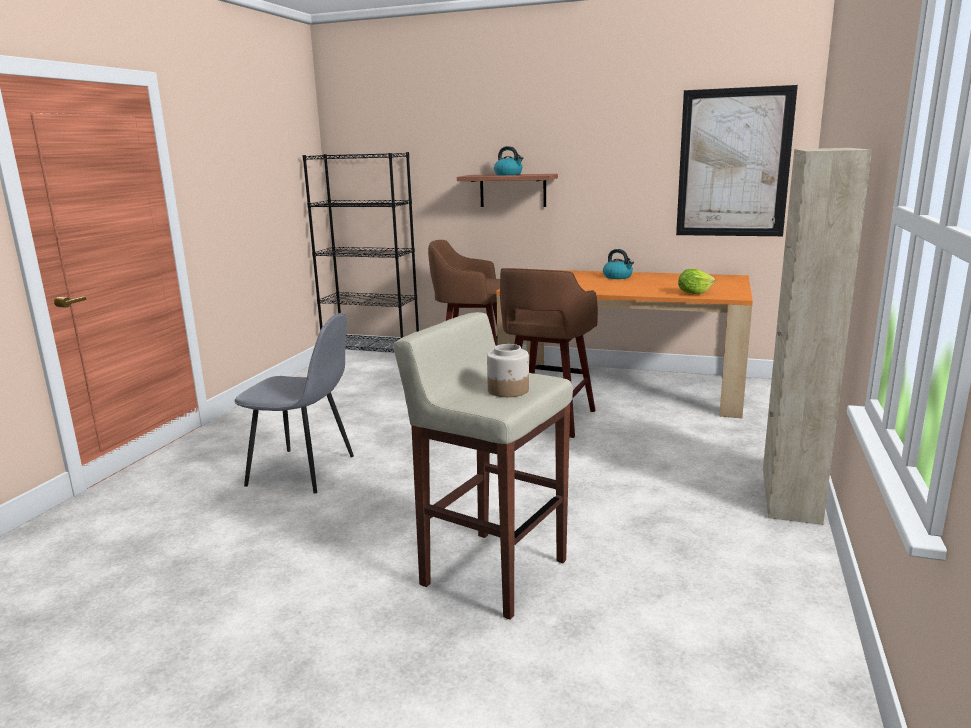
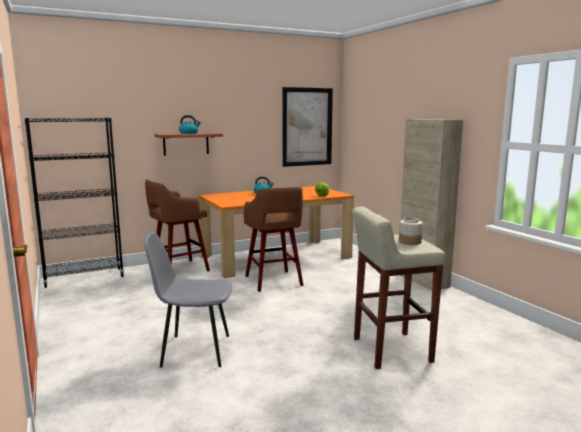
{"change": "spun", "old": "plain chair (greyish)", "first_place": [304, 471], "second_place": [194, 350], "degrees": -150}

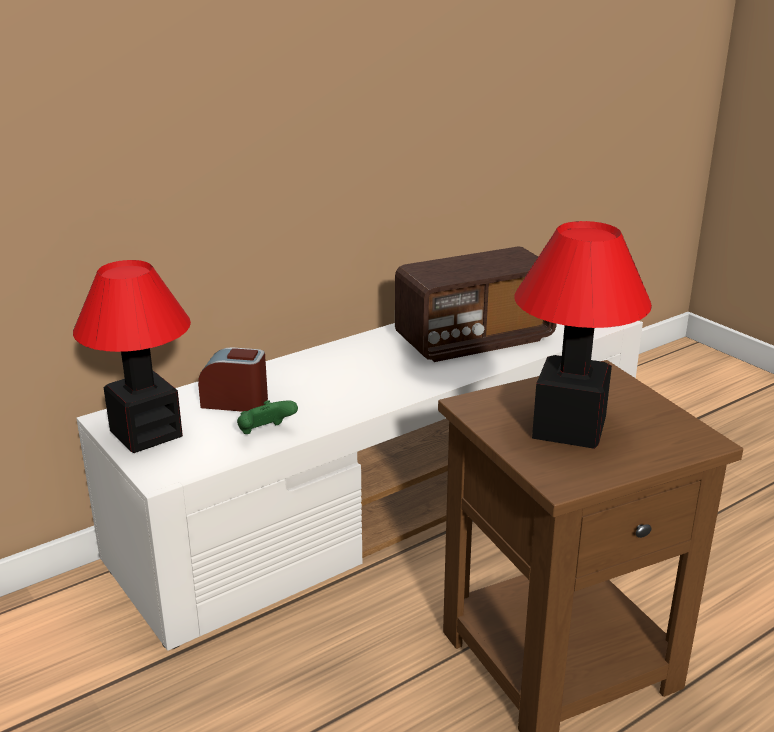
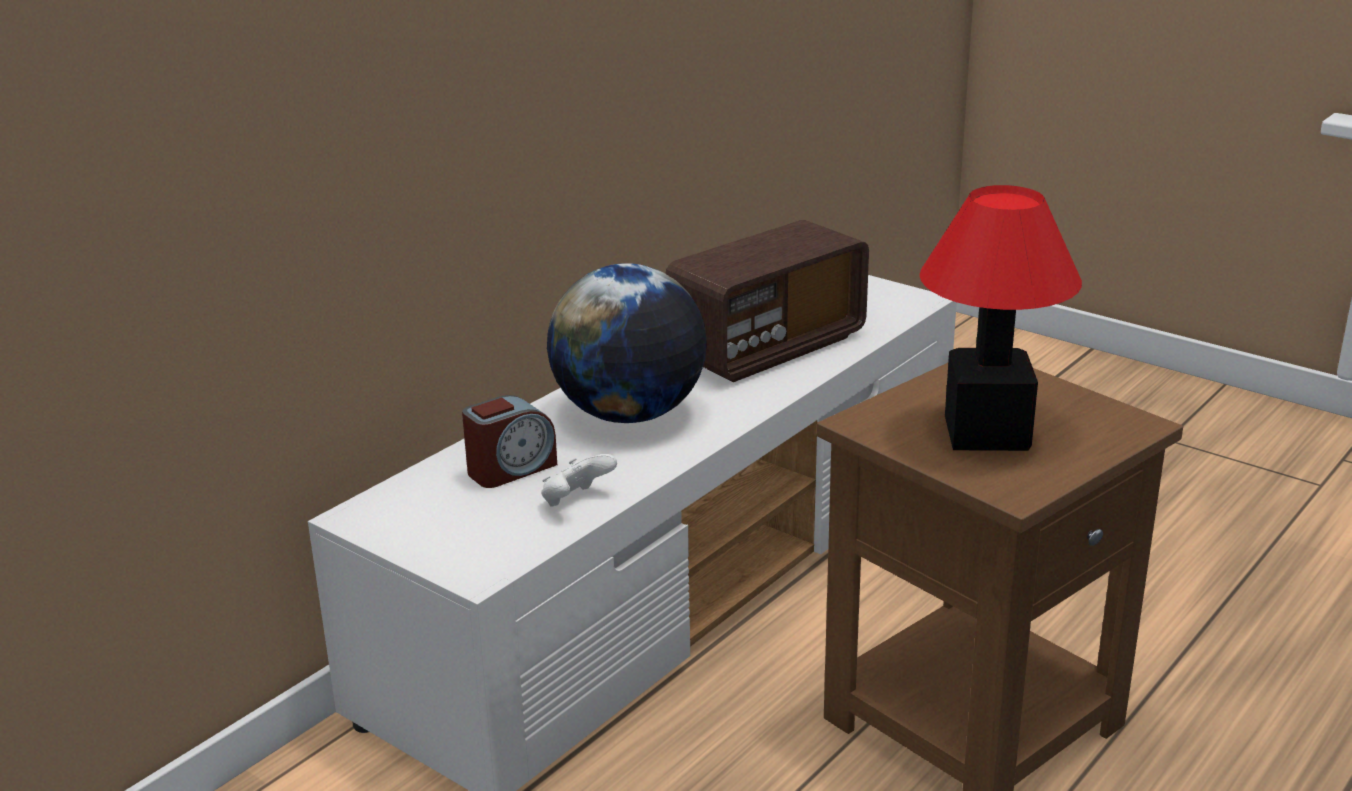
{"change": "spun", "old": "table clock", "first_place": [235, 402], "second_place": [511, 469], "degrees": 150}
{"change": "colour", "old": "gamepad (green)", "new": "gamepad (white-coloured)", "first_place": [265, 433], "second_place": [576, 501]}
{"change": "appeared", "new": "desk globe", "second_place": [629, 414]}
{"change": "missing", "old": "table lamp", "first_place": [145, 435]}

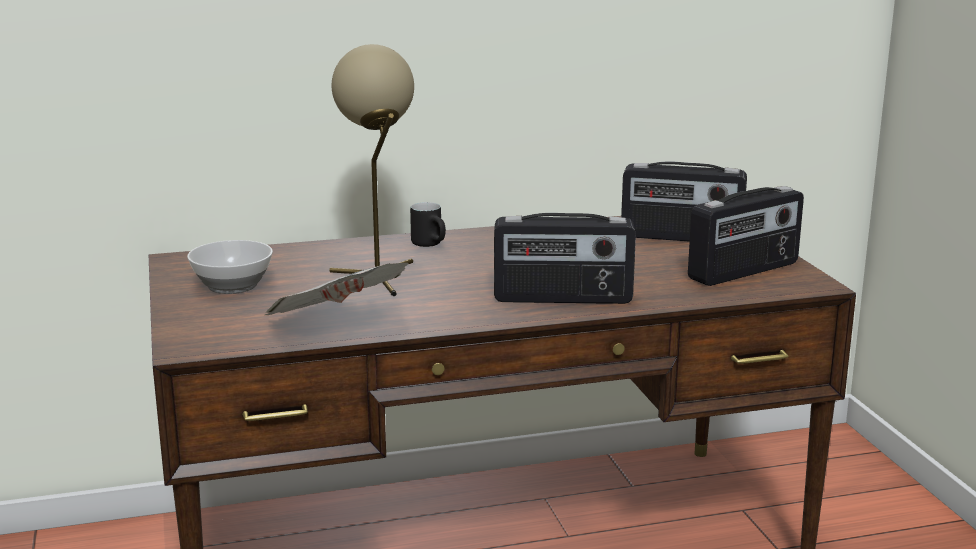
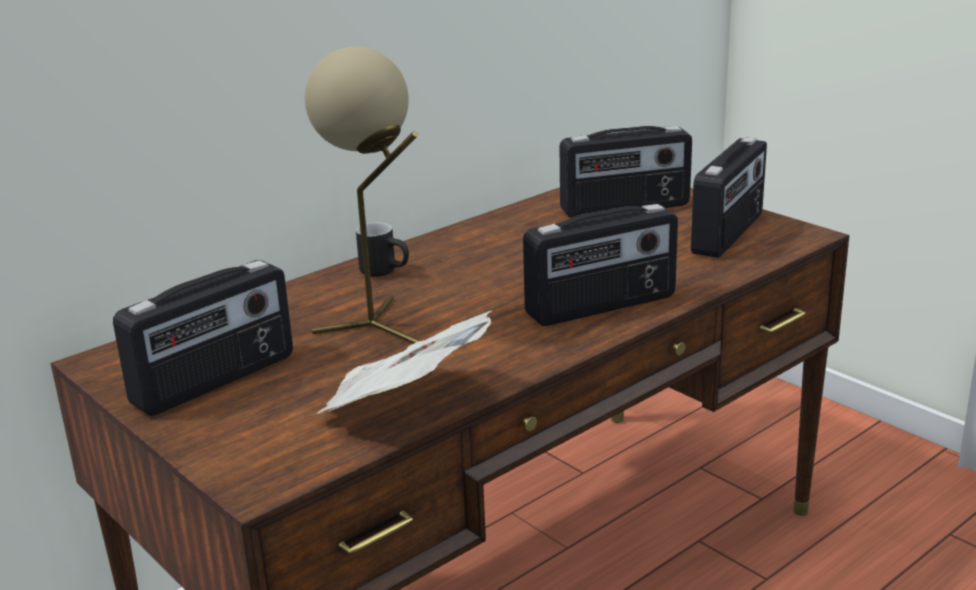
{"change": "exchanged", "old": "deep dish", "new": "radio set", "first_place": [233, 285], "second_place": [215, 381]}

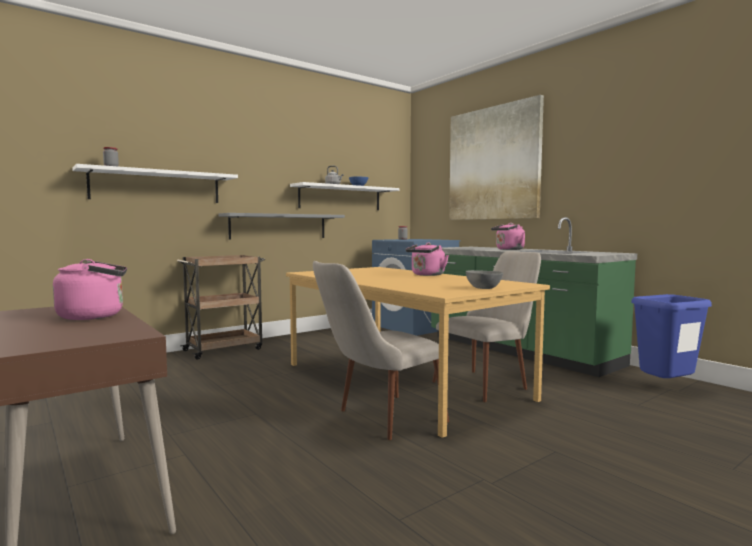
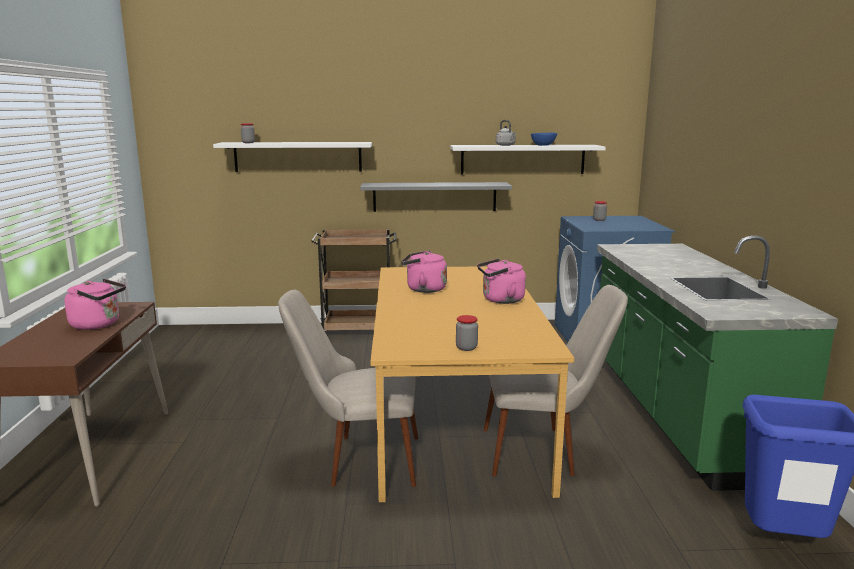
{"change": "relocated", "old": "kettle (pinkish)", "first_place": [508, 249], "second_place": [423, 289]}
{"change": "exchanged", "old": "deep dish (greyish)", "new": "preserve jar", "first_place": [482, 288], "second_place": [466, 348]}
{"change": "missing", "old": "wall picture", "first_place": [493, 163]}

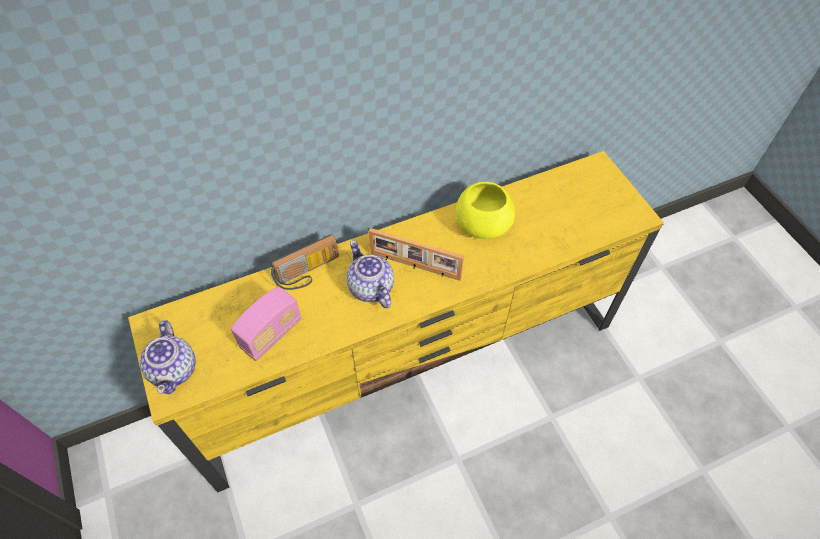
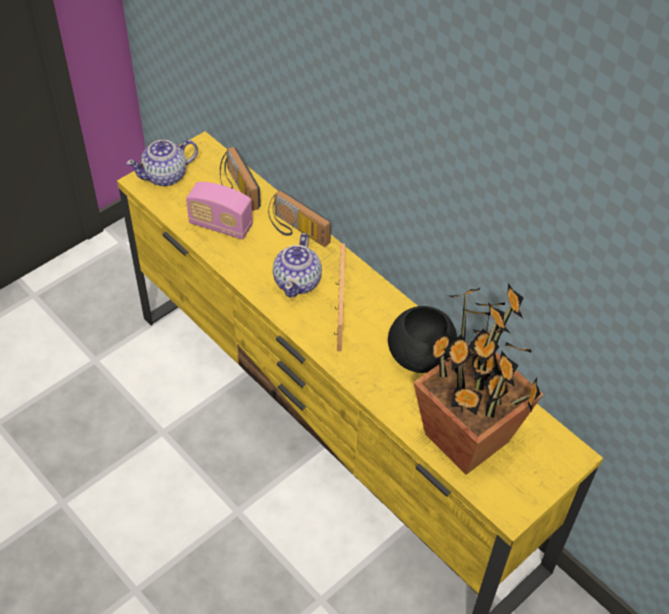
{"change": "appeared", "new": "radio set", "second_place": [237, 189]}
{"change": "spun", "old": "tea pot", "first_place": [370, 288], "second_place": [298, 281], "degrees": 150}
{"change": "colour", "old": "deep dish (yellow)", "new": "deep dish (blackish)", "first_place": [482, 224], "second_place": [421, 354]}
{"change": "appeared", "new": "houseplant", "second_place": [466, 439]}

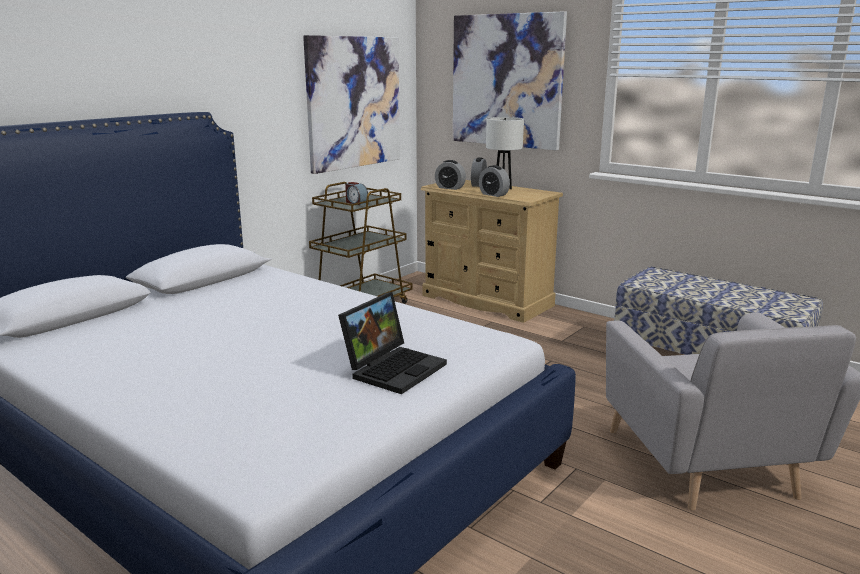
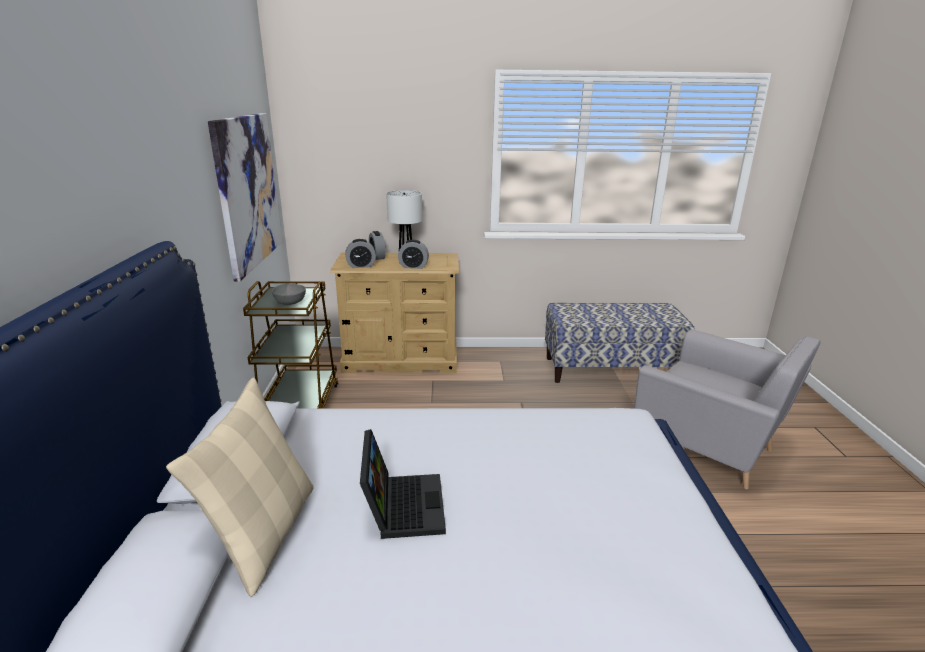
{"change": "appeared", "new": "cushion (sand-coloured)", "second_place": [264, 534]}
{"change": "exchanged", "old": "table clock", "new": "deep dish (greyish)", "first_place": [356, 202], "second_place": [291, 302]}
{"change": "relocated", "old": "notebook computer", "first_place": [394, 368], "second_place": [402, 505]}
{"change": "missing", "old": "wall picture", "first_place": [506, 81]}

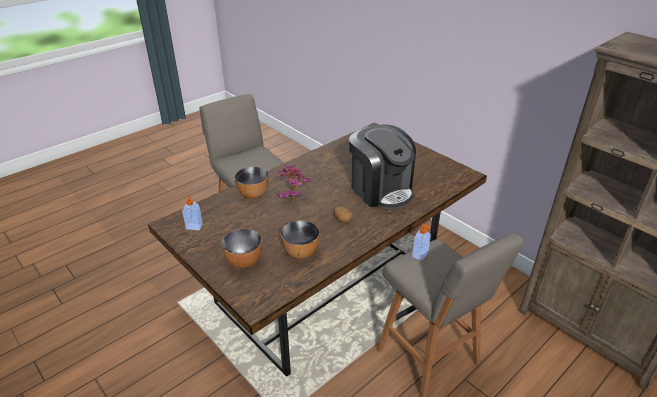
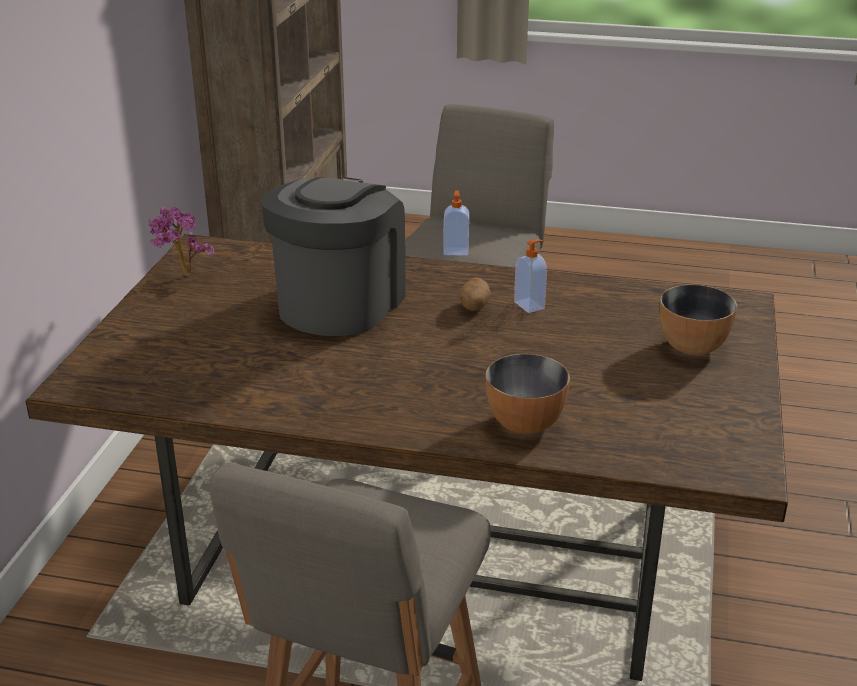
{"change": "relocated", "old": "houseplant", "first_place": [292, 200], "second_place": [182, 277]}
{"change": "relocated", "old": "liquid soap bottle", "first_place": [194, 227], "second_place": [530, 305]}
{"change": "missing", "old": "deep dish", "first_place": [301, 252]}

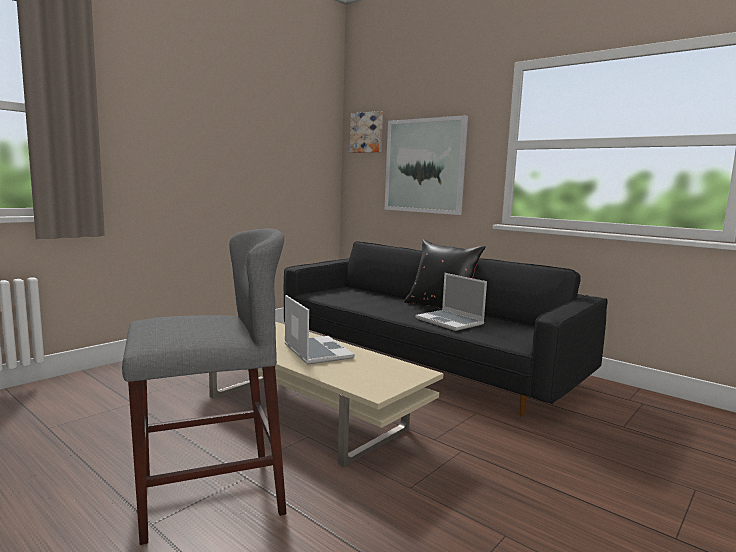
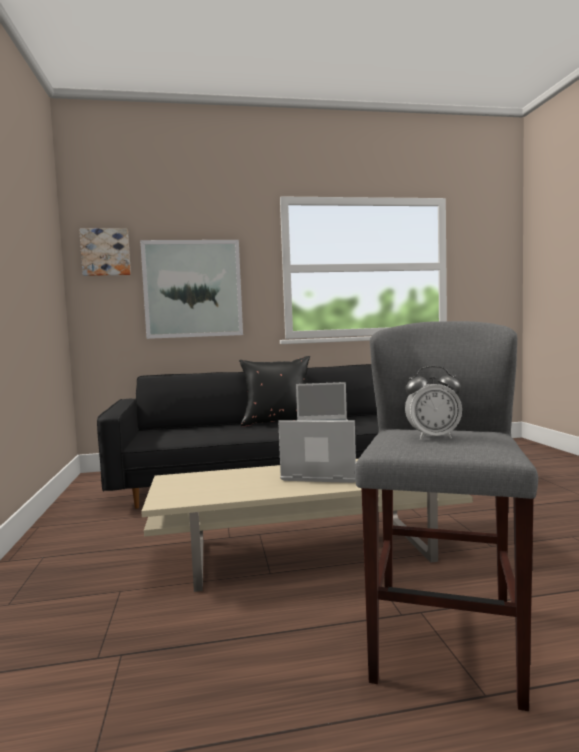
{"change": "appeared", "new": "table clock", "second_place": [433, 437]}

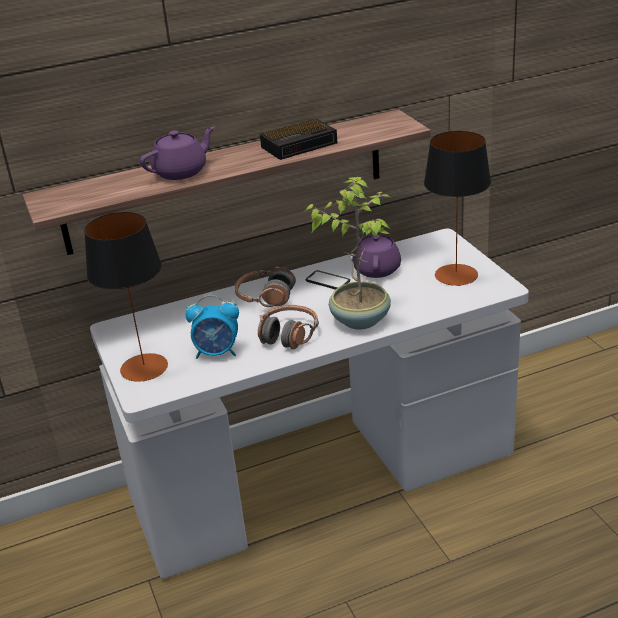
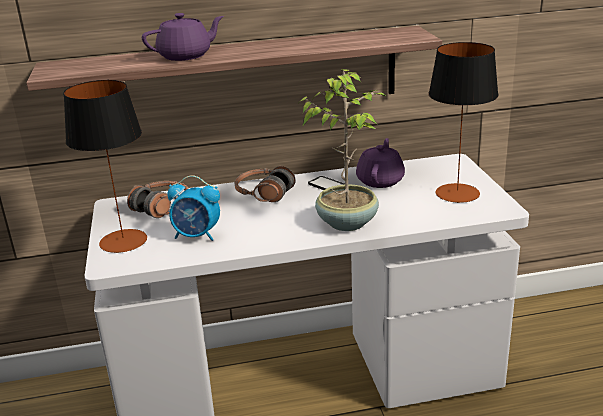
{"change": "relocated", "old": "pair of headphones", "first_place": [288, 335], "second_place": [161, 207]}
{"change": "missing", "old": "table clock", "first_place": [300, 144]}

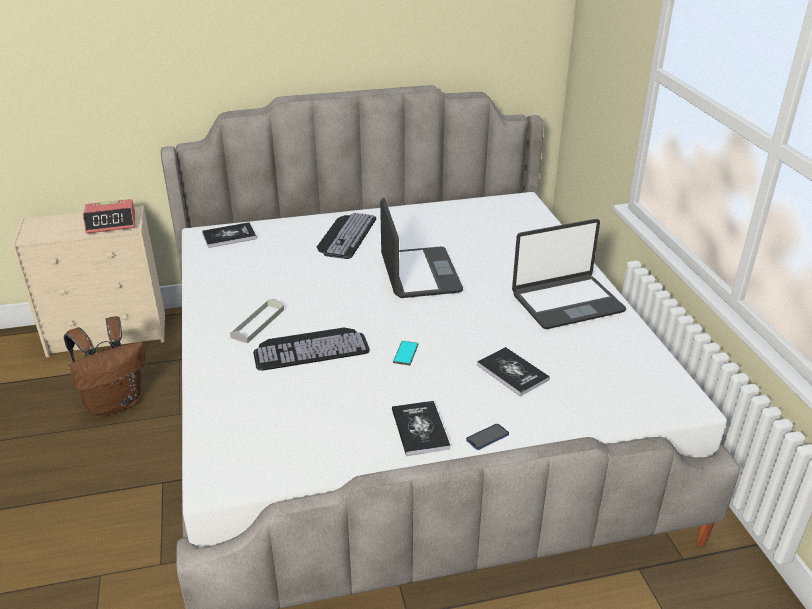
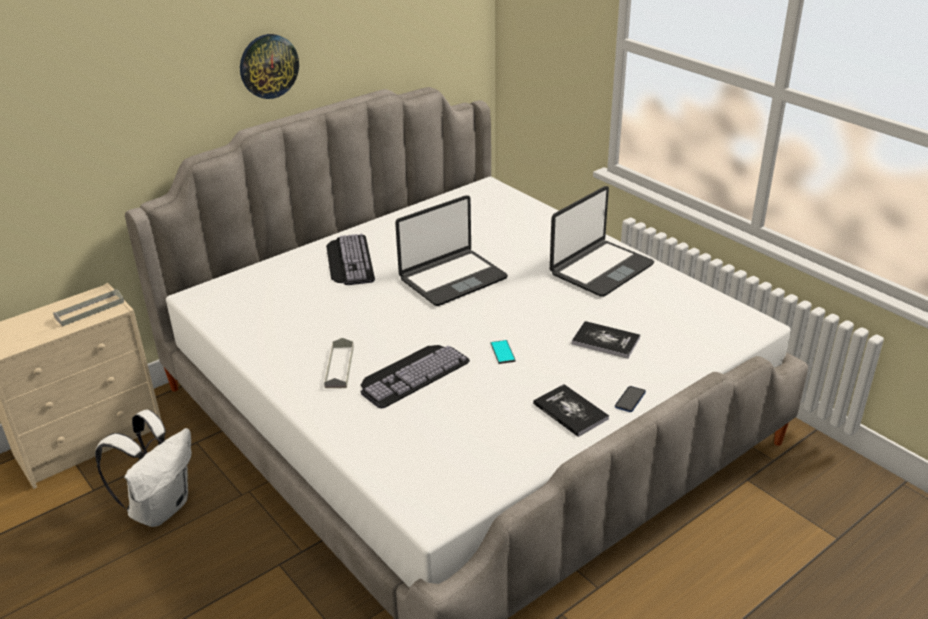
{"change": "exchanged", "old": "table clock", "new": "tray (greyish)", "first_place": [111, 223], "second_place": [89, 310]}
{"change": "colour", "old": "knapsack (brown)", "new": "knapsack (white-coloured)", "first_place": [115, 403], "second_place": [160, 507]}
{"change": "appeared", "new": "clock on the wall", "second_place": [268, 66]}
{"change": "spun", "old": "notebook computer", "first_place": [419, 274], "second_place": [452, 278], "degrees": 90}
{"change": "missing", "old": "bound book", "first_place": [229, 236]}

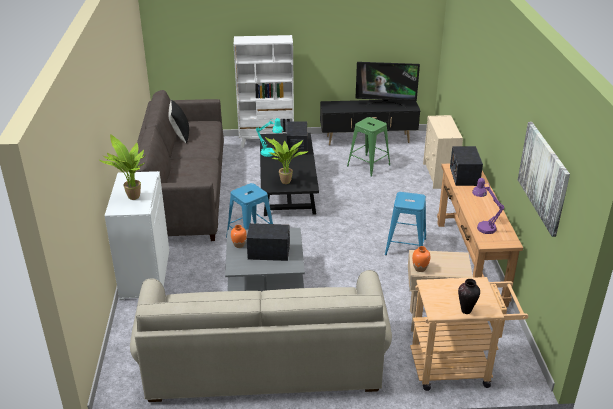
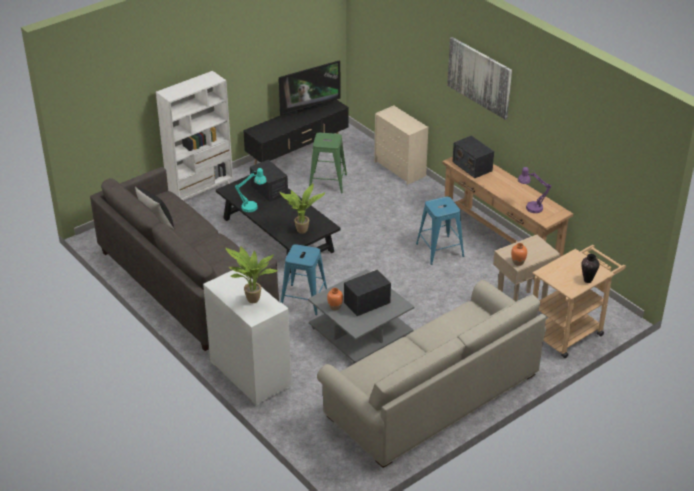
{"change": "relocated", "old": "wall picture", "first_place": [543, 177], "second_place": [479, 77]}

